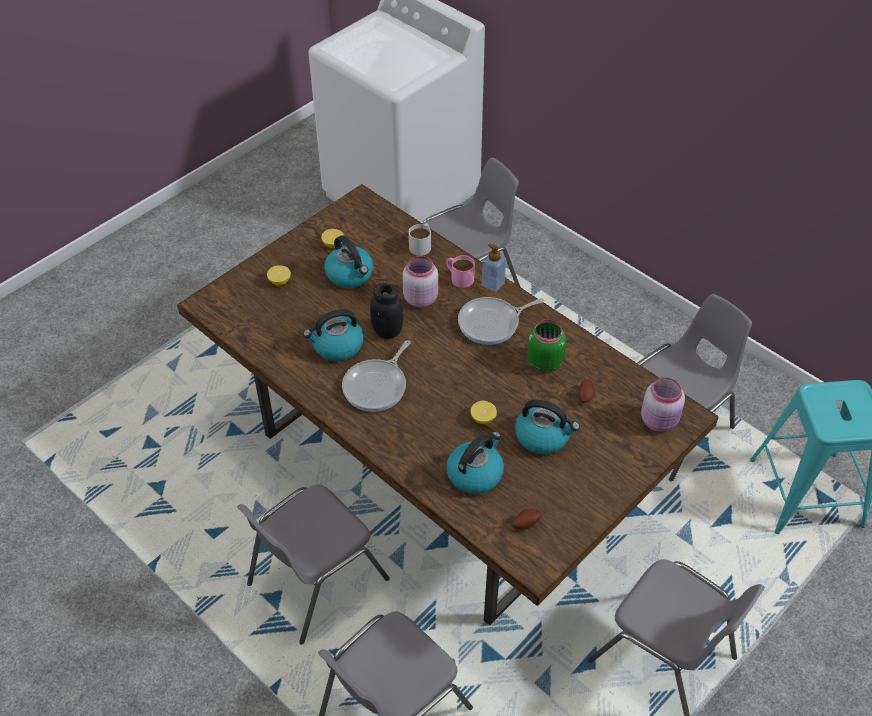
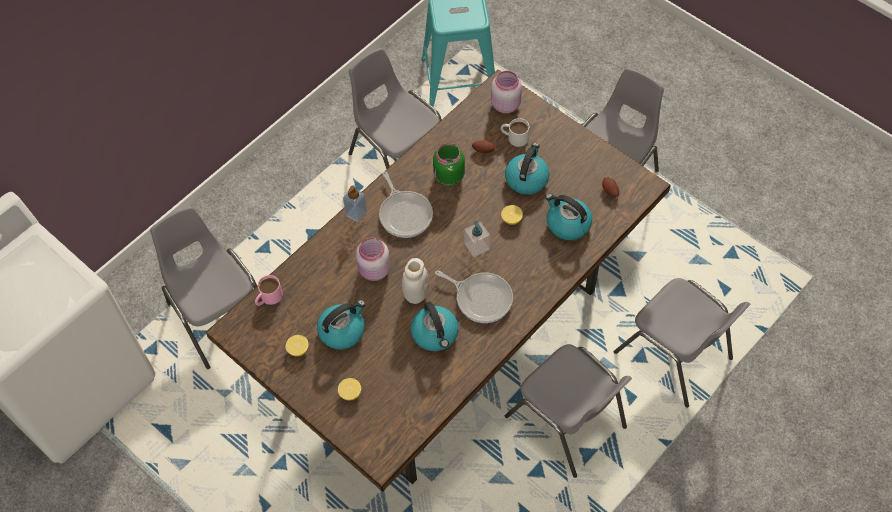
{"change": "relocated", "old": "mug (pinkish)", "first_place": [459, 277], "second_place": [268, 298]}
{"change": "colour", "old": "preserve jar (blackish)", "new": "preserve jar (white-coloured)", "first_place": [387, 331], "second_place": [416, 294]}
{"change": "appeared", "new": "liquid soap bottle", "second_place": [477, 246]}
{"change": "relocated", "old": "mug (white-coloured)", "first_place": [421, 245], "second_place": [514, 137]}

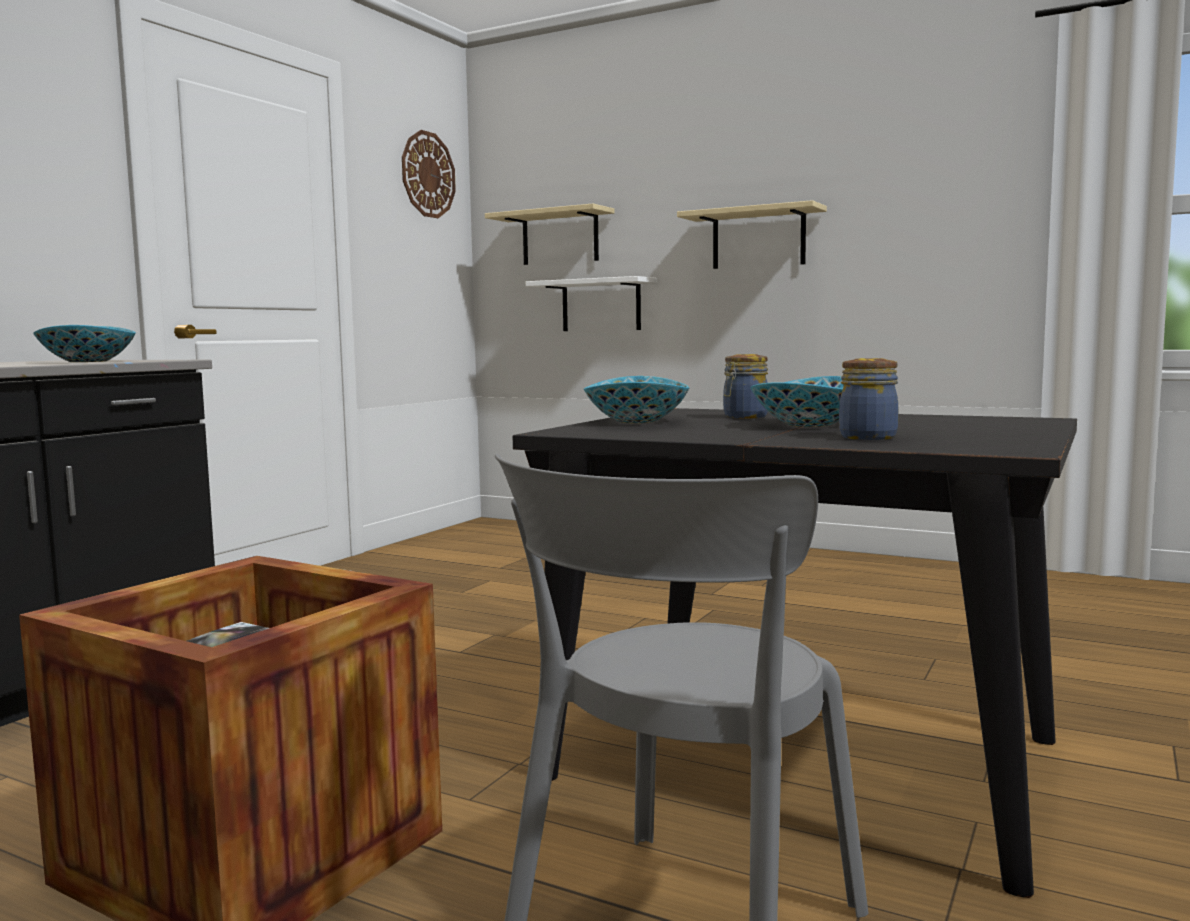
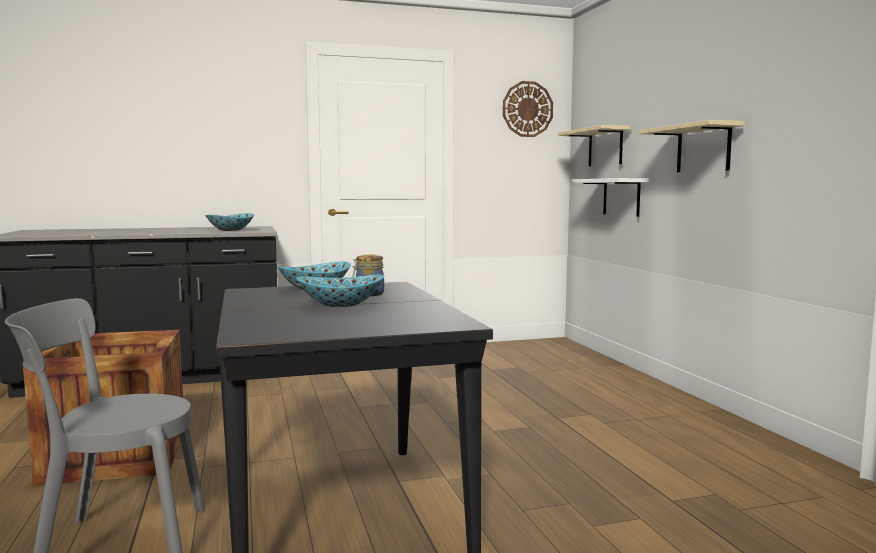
{"change": "missing", "old": "preserve jar", "first_place": [868, 437]}

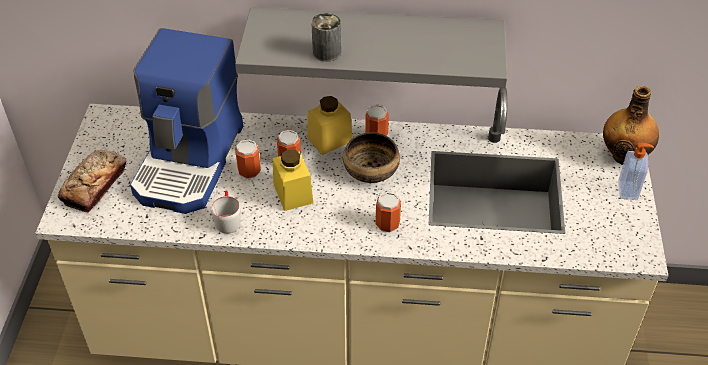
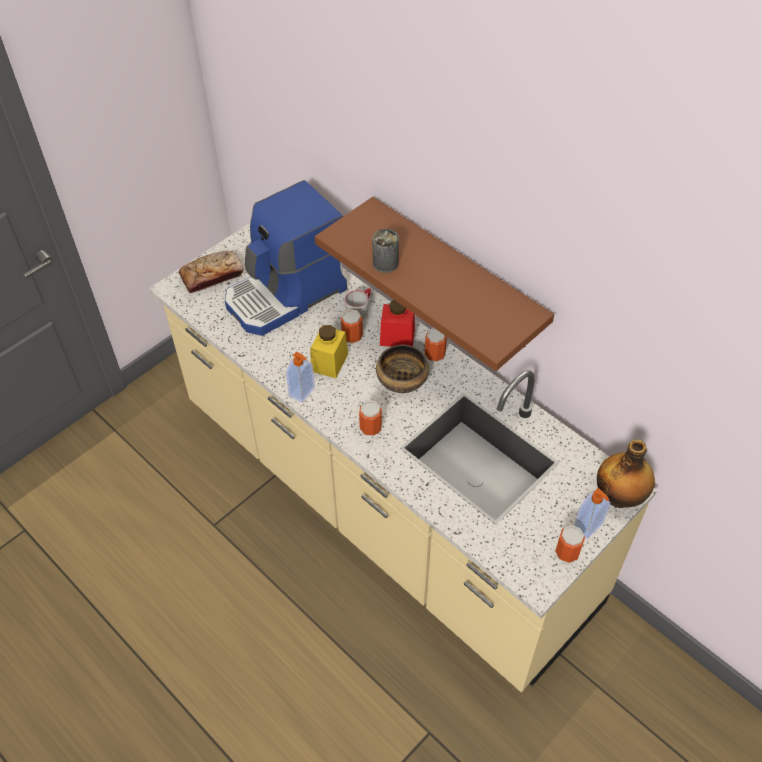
{"change": "appeared", "new": "liquid soap bottle", "second_place": [302, 392]}
{"change": "colour", "old": "bracket shelf (greyish)", "new": "bracket shelf (brown)", "first_place": [375, 42], "second_place": [456, 275]}
{"change": "relocated", "old": "mug (greyish)", "first_place": [227, 219], "second_place": [360, 310]}
{"change": "colour", "old": "preserve jar (yellow)", "new": "preserve jar (red-coloured)", "first_place": [329, 139], "second_place": [397, 337]}
{"change": "relocated", "old": "sealed can", "first_place": [249, 171], "second_place": [567, 552]}

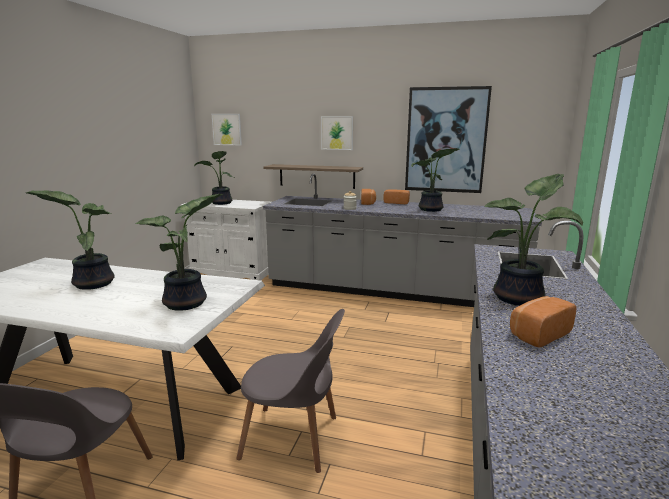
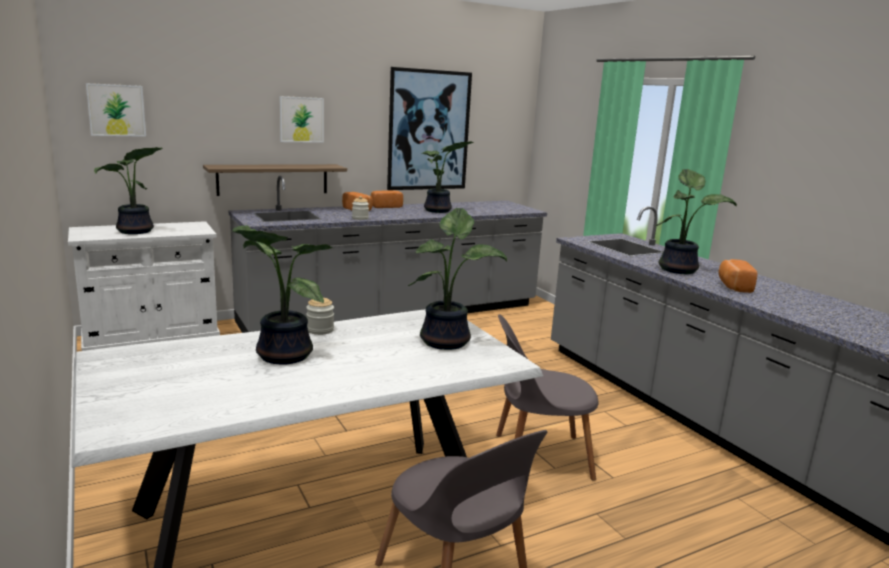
{"change": "appeared", "new": "preserve jar", "second_place": [320, 330]}
{"change": "spun", "old": "plain chair (greyish)", "first_place": [294, 438], "second_place": [537, 456], "degrees": -150}

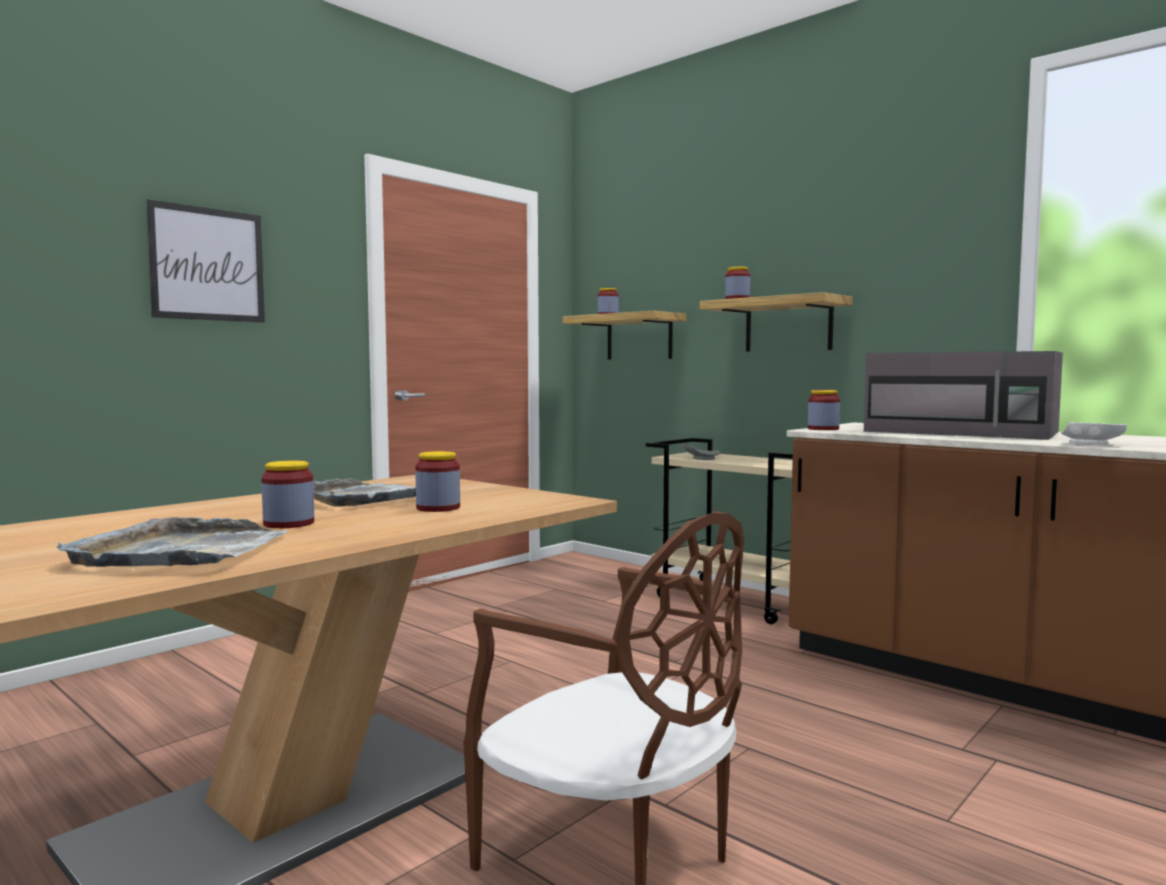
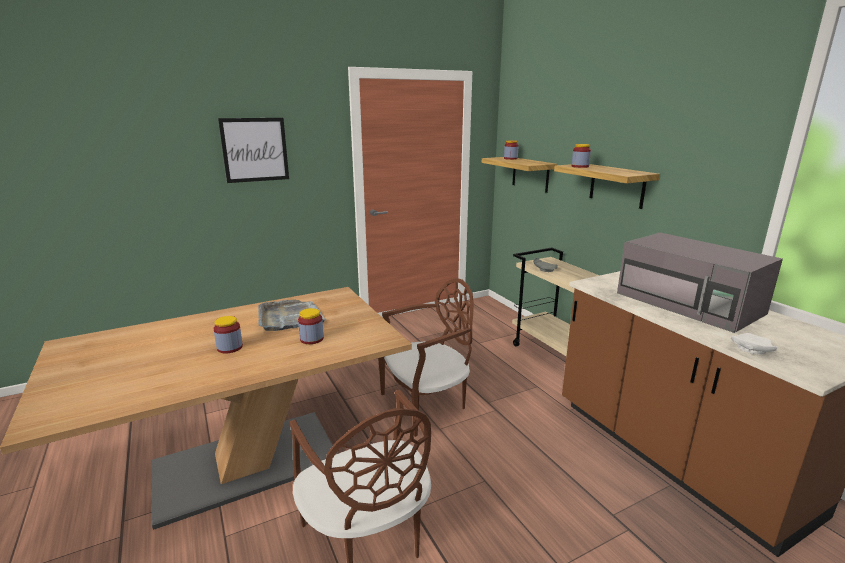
{"change": "appeared", "new": "plain chair (brown)", "second_place": [427, 404]}
{"change": "missing", "old": "tray (greyish)", "first_place": [183, 551]}
{"change": "missing", "old": "preserve jar", "first_place": [823, 429]}

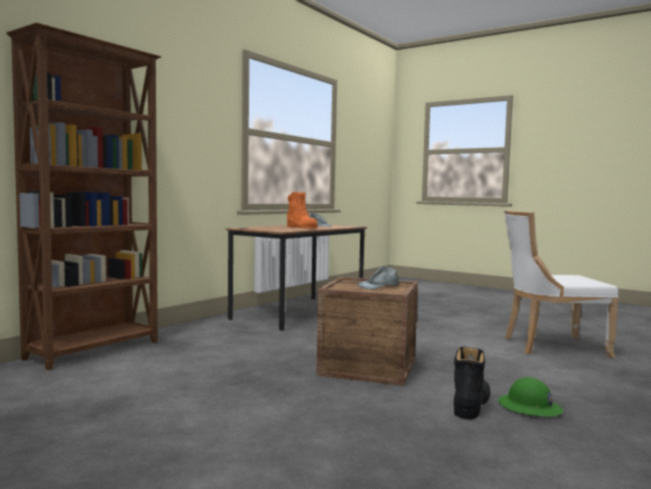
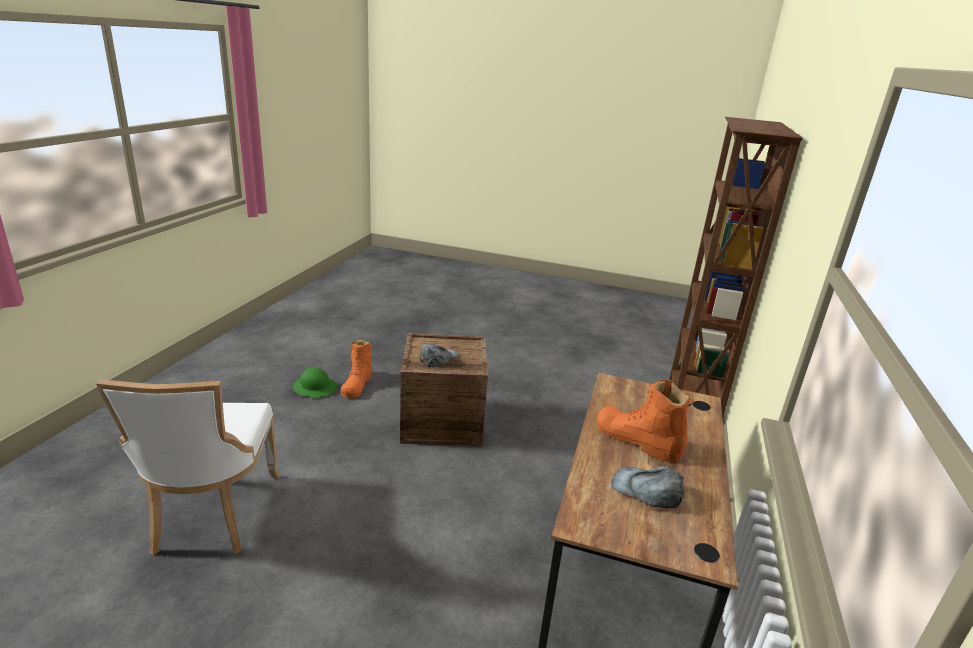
{"change": "spun", "old": "plain chair (white-coloured)", "first_place": [550, 346], "second_place": [212, 515], "degrees": 105}
{"change": "colour", "old": "tall boot (blackish)", "new": "tall boot (orange)", "first_place": [471, 405], "second_place": [357, 384]}

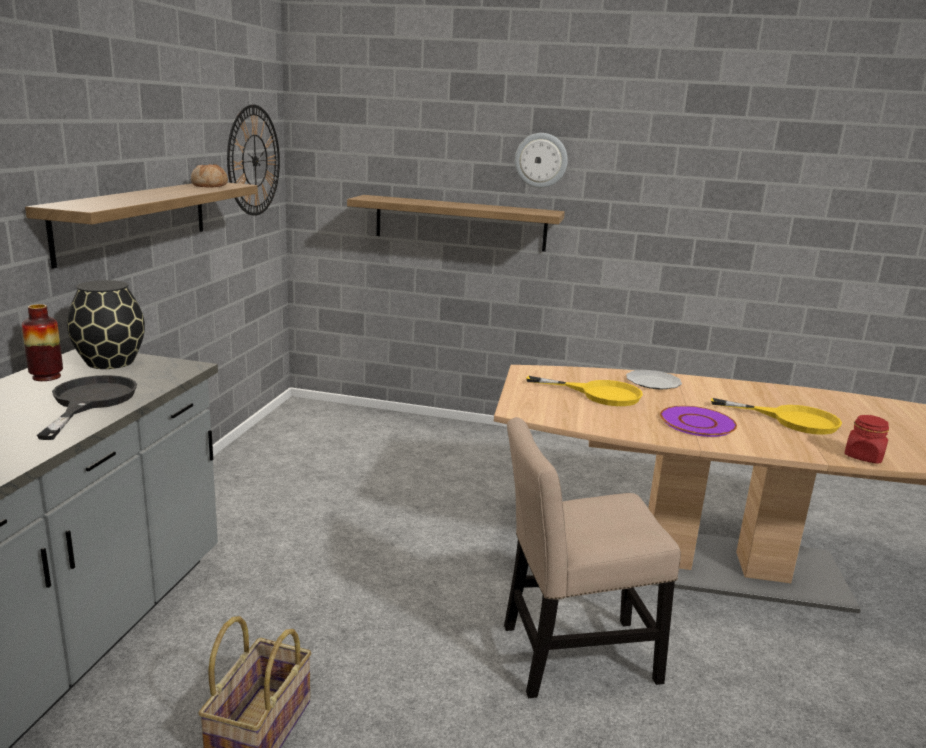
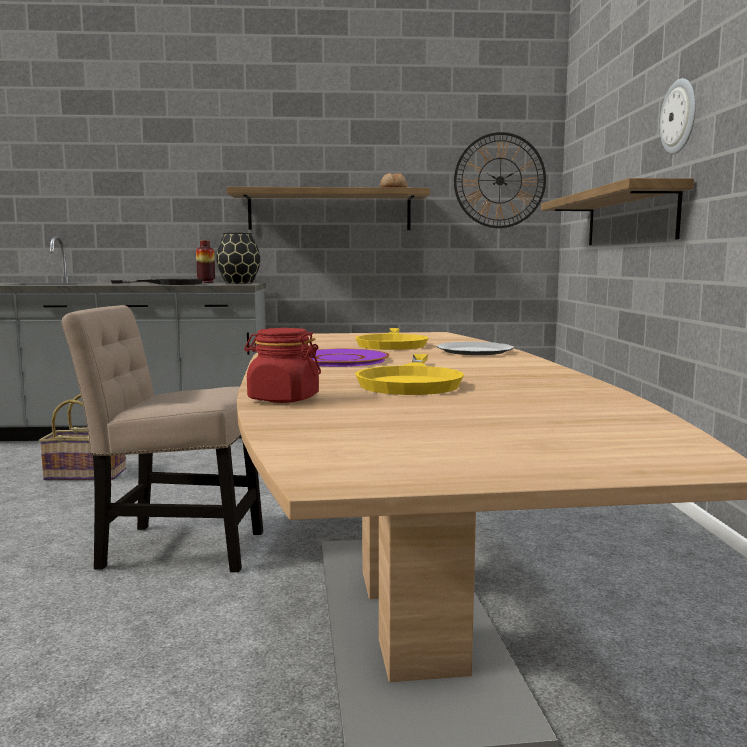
{"change": "spun", "old": "plain chair (sand-coloured)", "first_place": [571, 656], "second_place": [175, 548], "degrees": -60}

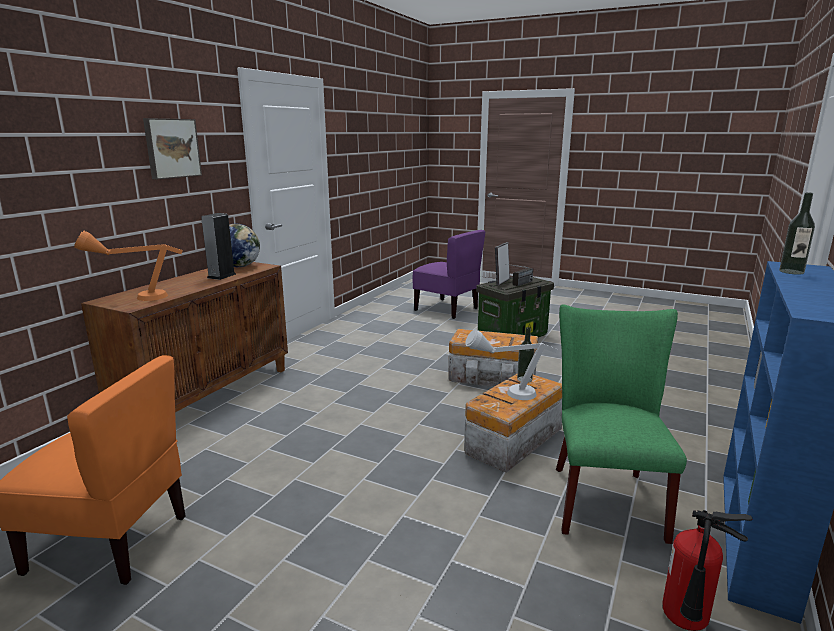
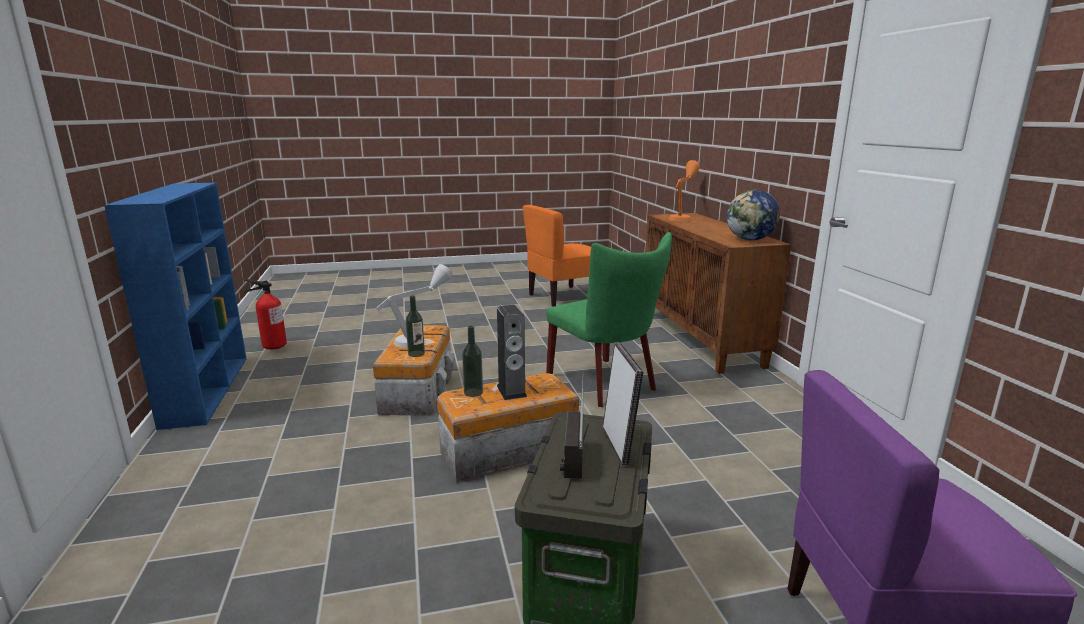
{"change": "relocated", "old": "bottle", "first_place": [791, 272], "second_place": [473, 392]}
{"change": "relocated", "old": "speaker", "first_place": [221, 276], "second_place": [511, 391]}
{"change": "relocated", "old": "plain chair (green)", "first_place": [603, 496], "second_place": [606, 384]}
{"change": "missing", "old": "wall picture", "first_place": [171, 148]}

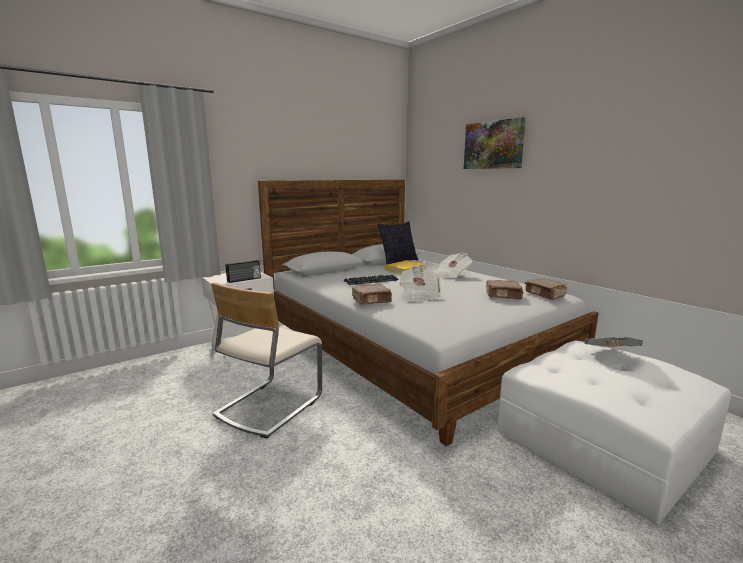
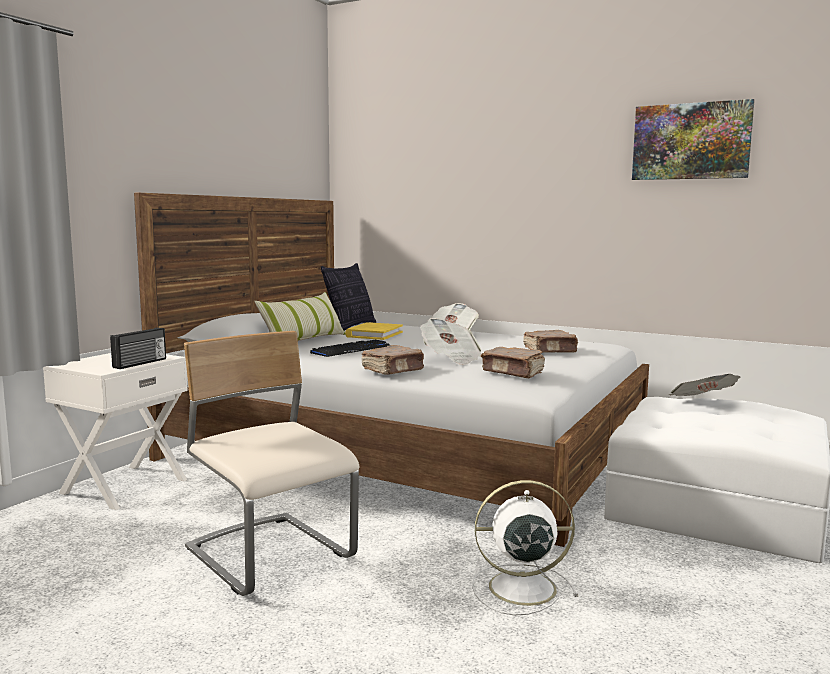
{"change": "spun", "old": "plain chair (sand-coloured)", "first_place": [269, 406], "second_place": [271, 555], "degrees": 135}
{"change": "appeared", "new": "cushion", "second_place": [304, 341]}
{"change": "appeared", "new": "cooling fan (white-coloured)", "second_place": [519, 588]}
{"change": "relocated", "old": "bound book (brown)", "first_place": [545, 295], "second_place": [513, 372]}
{"change": "relocated", "old": "wall picture", "first_place": [493, 145], "second_place": [691, 141]}

